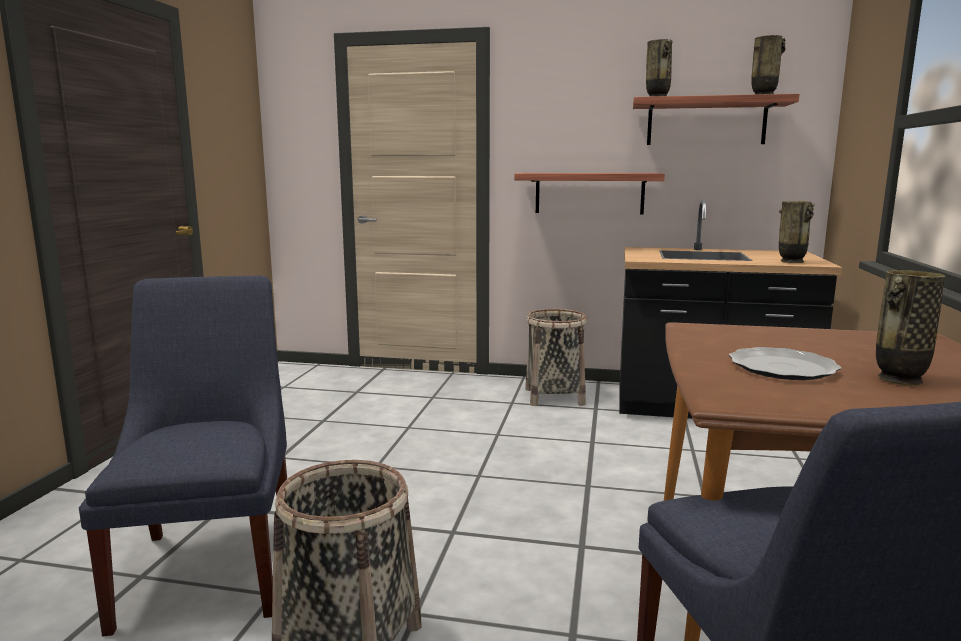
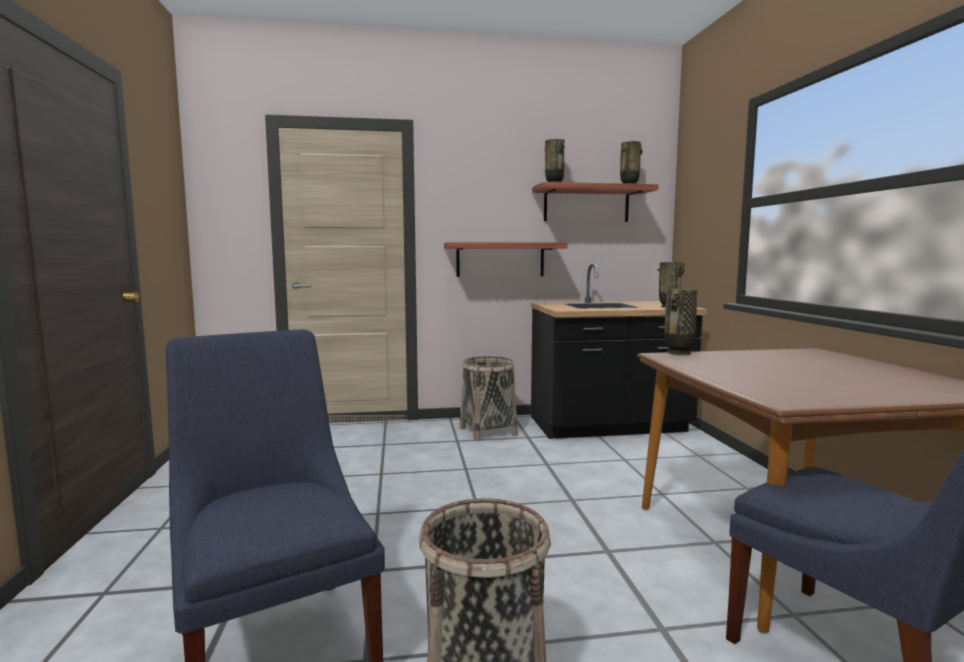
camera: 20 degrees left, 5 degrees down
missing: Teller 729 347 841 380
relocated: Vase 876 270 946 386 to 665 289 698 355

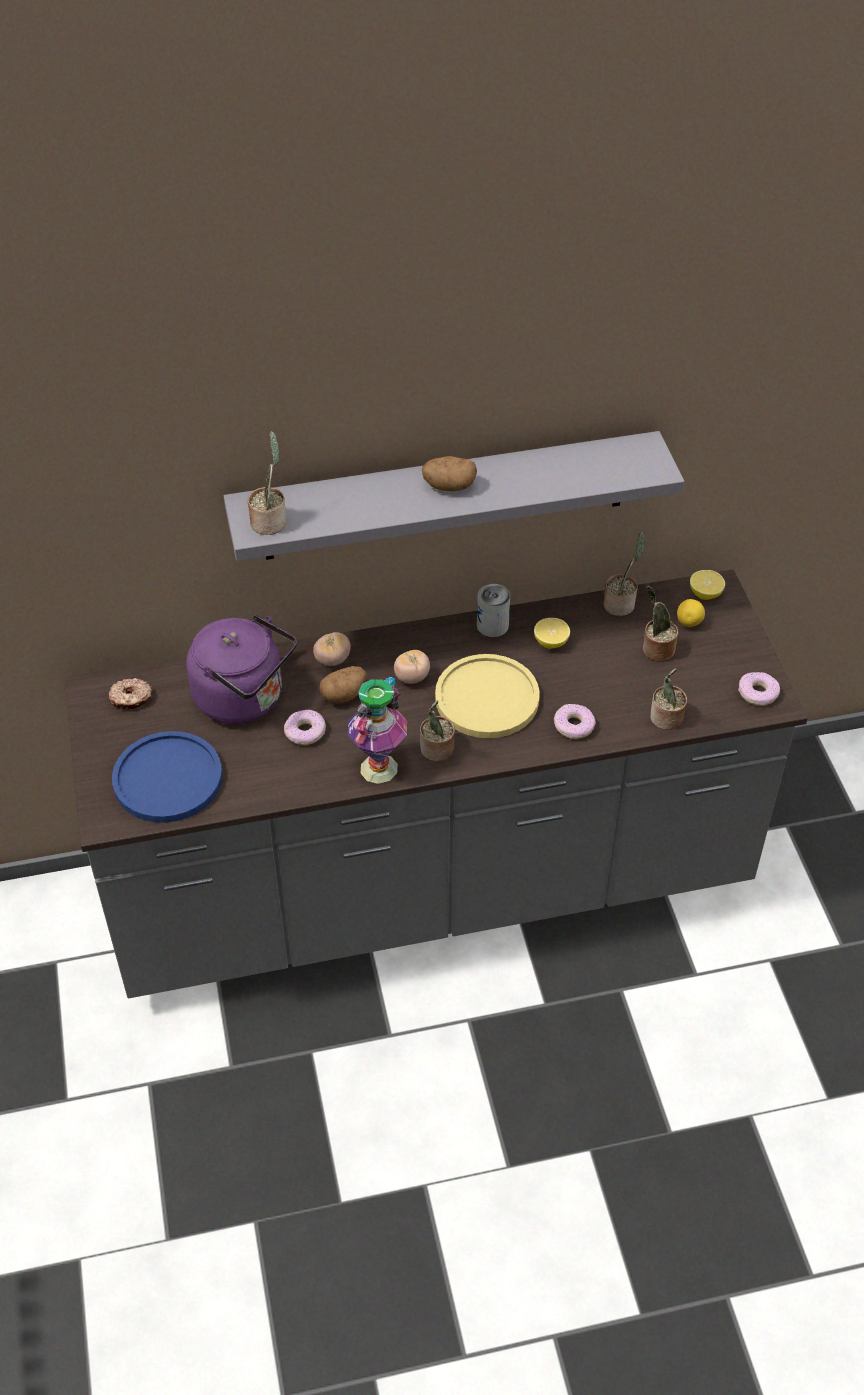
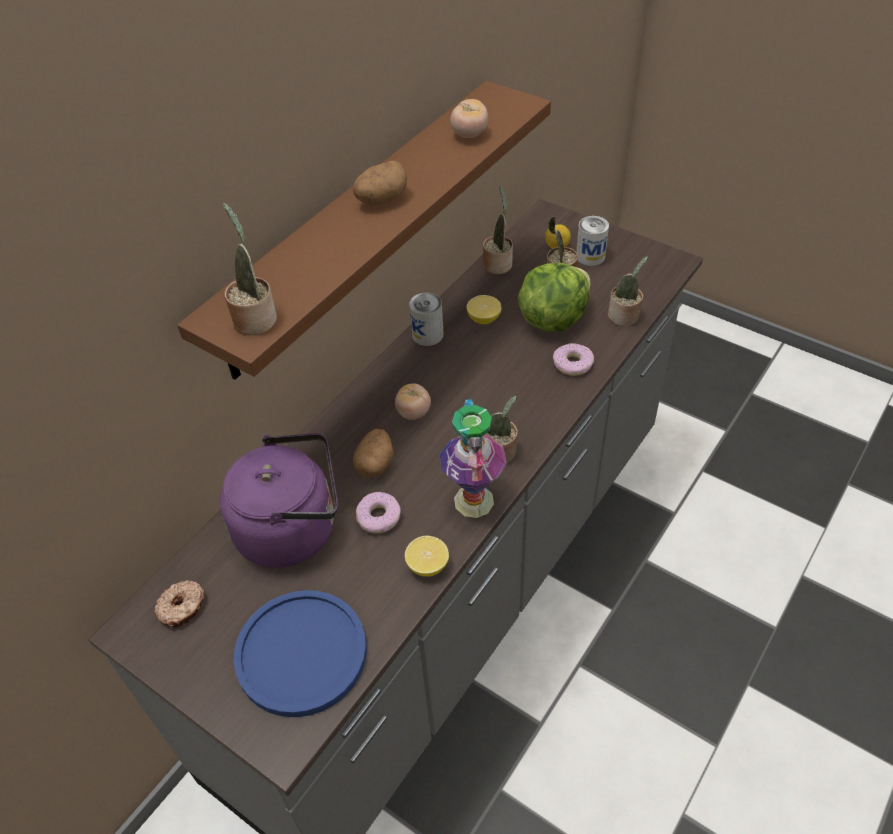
camera: 40 degrees left, 0 degrees up
missing: Teller (gelb) 435 654 540 738; Donut 738 672 780 706
appeared: Dose 576 216 609 266; Salatkopf 518 263 591 332
relocated: Zitrone 690 570 725 600 to 405 536 449 577; Tomate 313 632 351 666 to 450 99 488 138
colour: Wandregal (grau) 224 431 684 561 to Wandregal (braun) 177 81 551 380

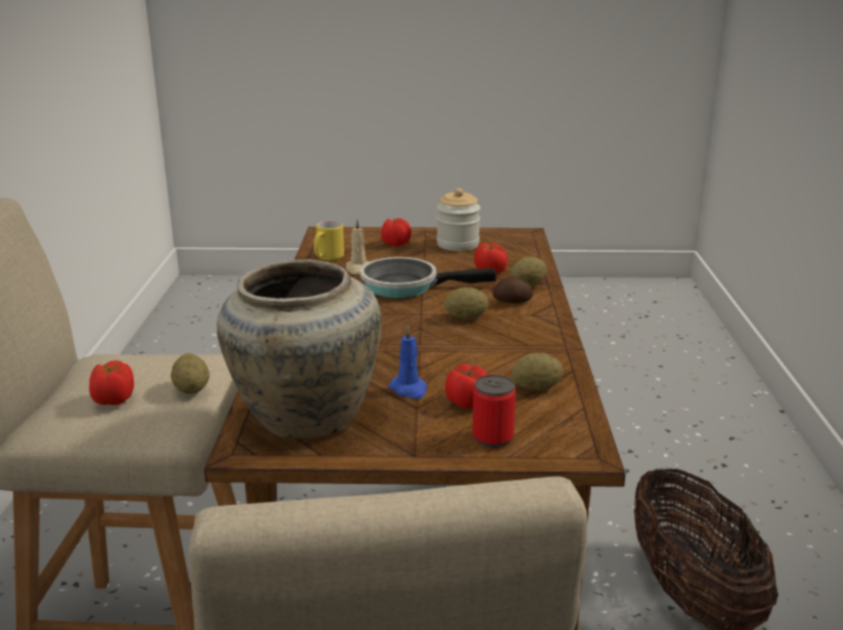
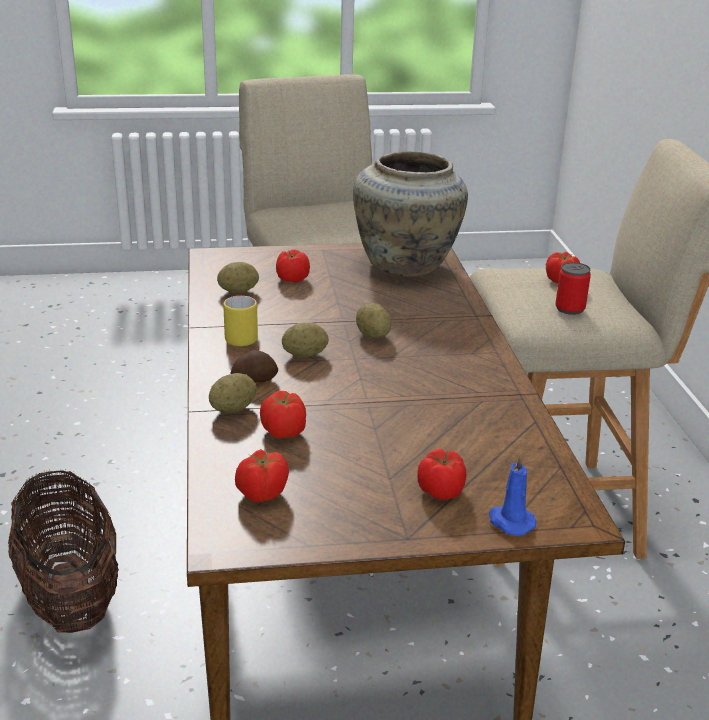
camera: 170 degrees right, 5 degrees up
missing: Vorratsglas 437 188 480 251; Kerze (beige) 346 218 368 275; Pfanne 360 257 496 298
appeared: Tomate 235 449 289 502
relocated: Henkelbecher (gelb) 314 221 344 261 to 223 296 258 346; Kerze (blau) 388 325 427 399 to 489 453 536 536; Kartoffel 171 353 210 394 to 356 303 391 338; Dose 472 375 516 448 to 556 262 591 315

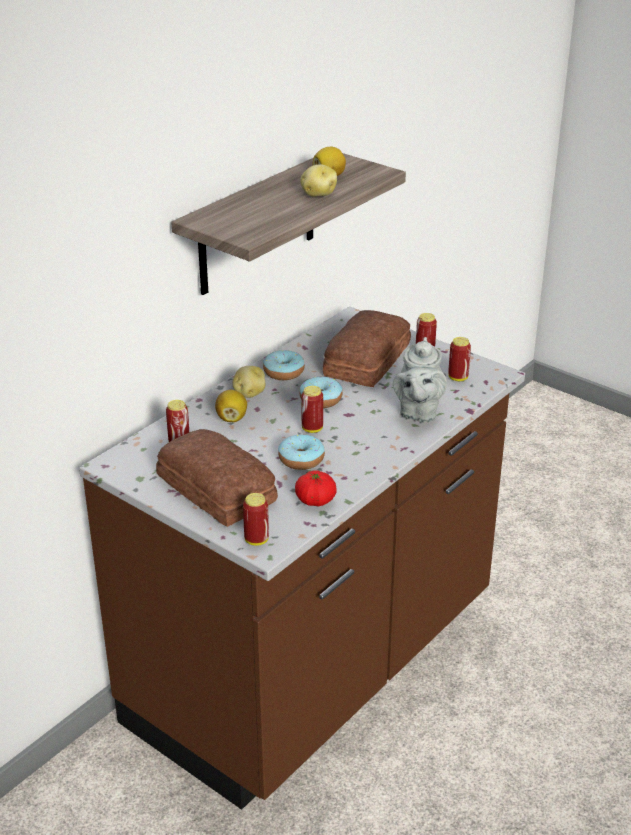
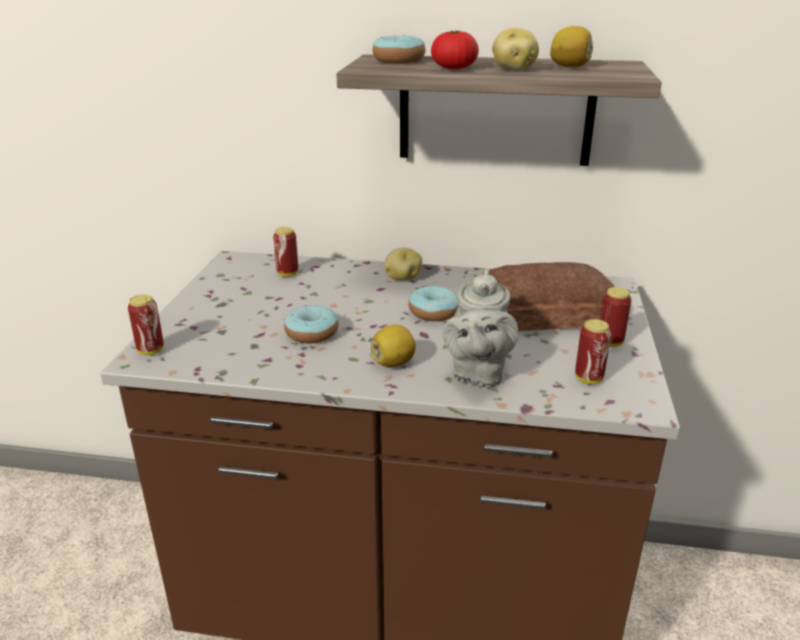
camera: 60 degrees right, 5 degrees down
missing: Dose 301 386 323 433; Brot 156 429 278 527
relocated: Donut 263 350 305 380 to 373 35 425 63; Zitrone 215 390 247 422 to 371 325 416 367; Tomate 295 470 337 507 to 431 30 479 69
spun: Teekanne (grau) 393 337 447 423 = 443 269 518 388 60 degrees counterclockwise

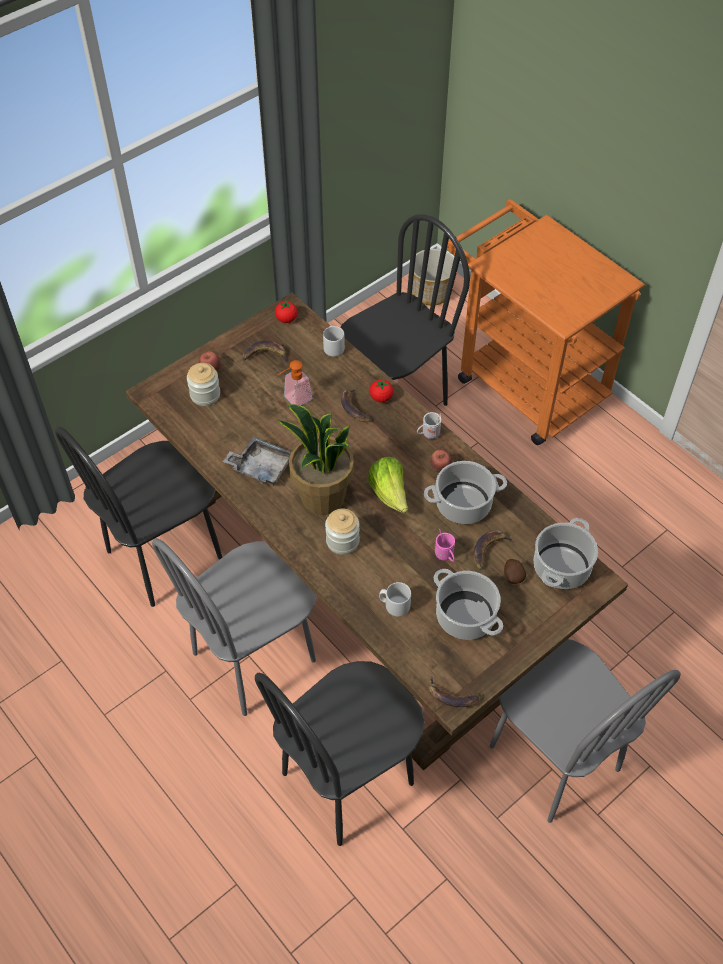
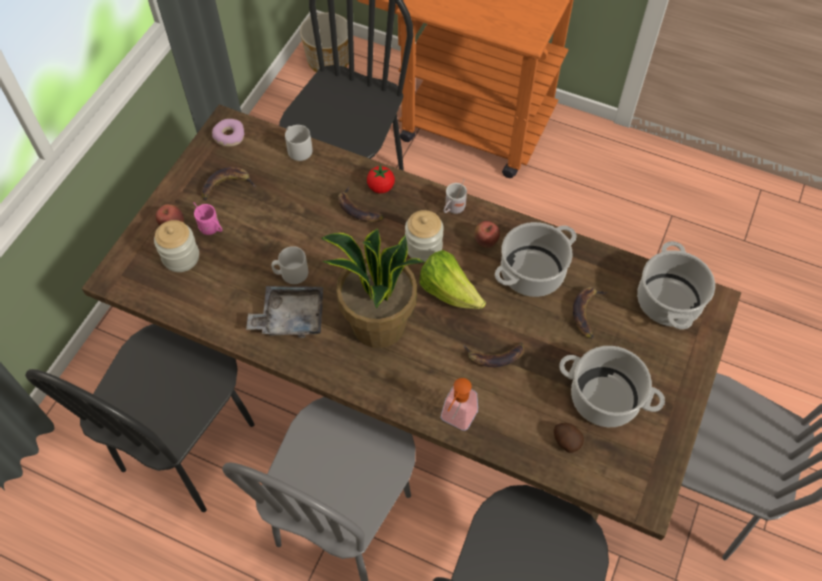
camera: 25 degrees left, 5 degrees up
relocated: Seifenspender 278 360 312 405 to 441 378 478 431; Vorratsglas 325 509 360 555 to 405 210 444 262; Henkelbecher (rosa) 435 529 455 562 to 193 202 222 235; Kartoffel 504 559 526 584 to 554 423 584 453; Henkelbecher (grau) 379 582 411 617 to 272 246 308 284; Banane 429 676 481 707 to 464 342 524 367
exchanged: Tomate 275 300 298 323 to Donut 212 119 245 147

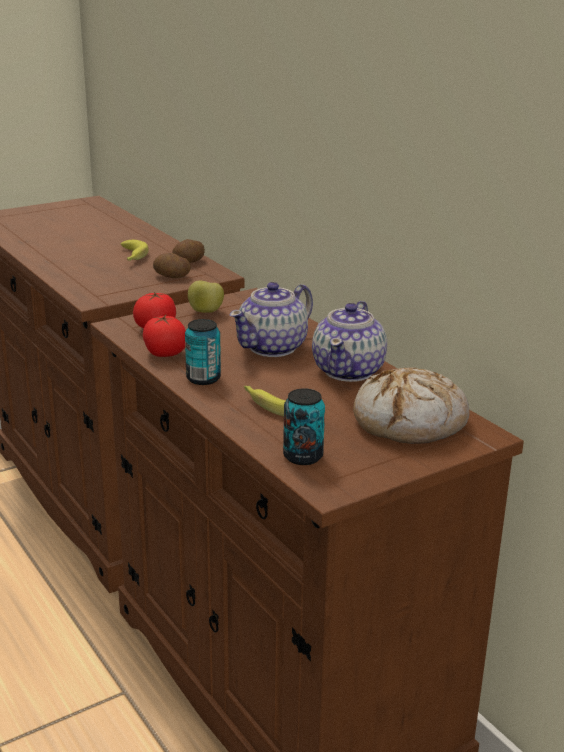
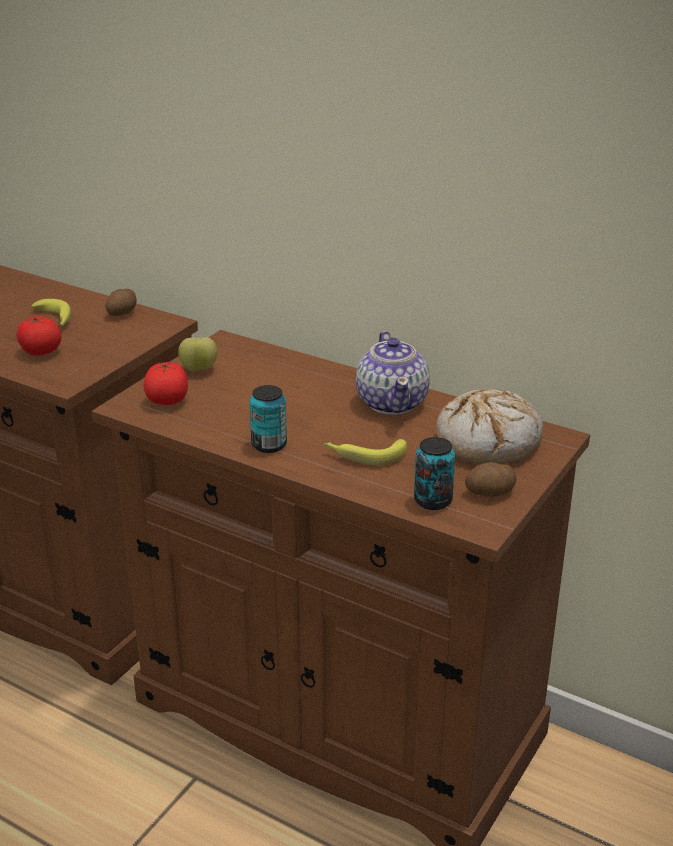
camera: 25 degrees left, 5 degrees up
missing: Teekanne 230 282 313 357
relocated: Kartoffel 153 253 191 278 to 465 462 517 497; Tomate 143 315 186 357 to 16 316 62 356

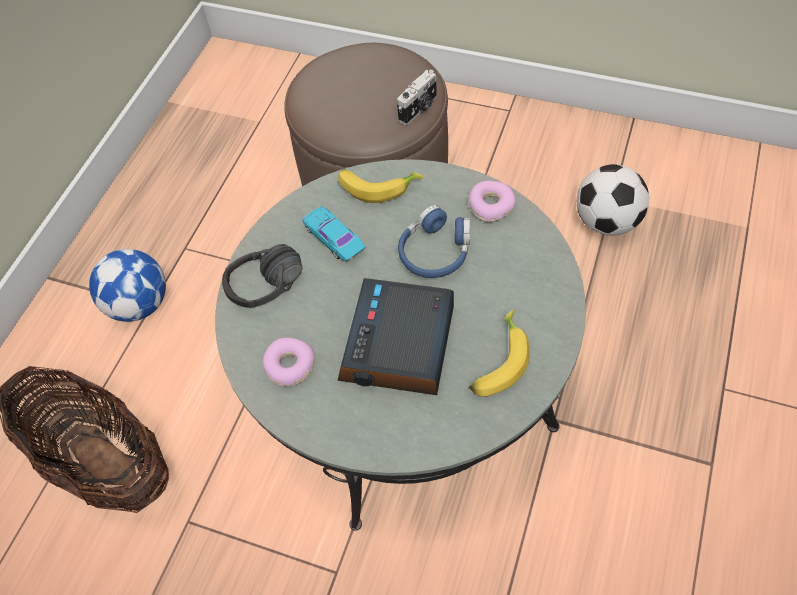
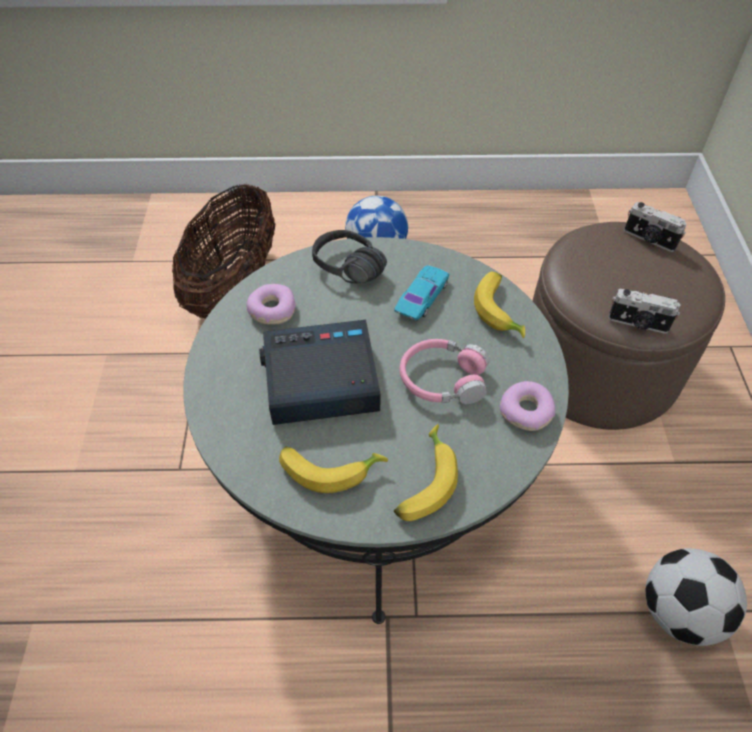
camera: 65 degrees right, 5 degrees down
appeared: Kamera 624 202 687 252; Banane 394 424 458 521
colour: Kopfhörer (blau) 398 205 470 278 to Kopfhörer (rosa) 400 339 490 404

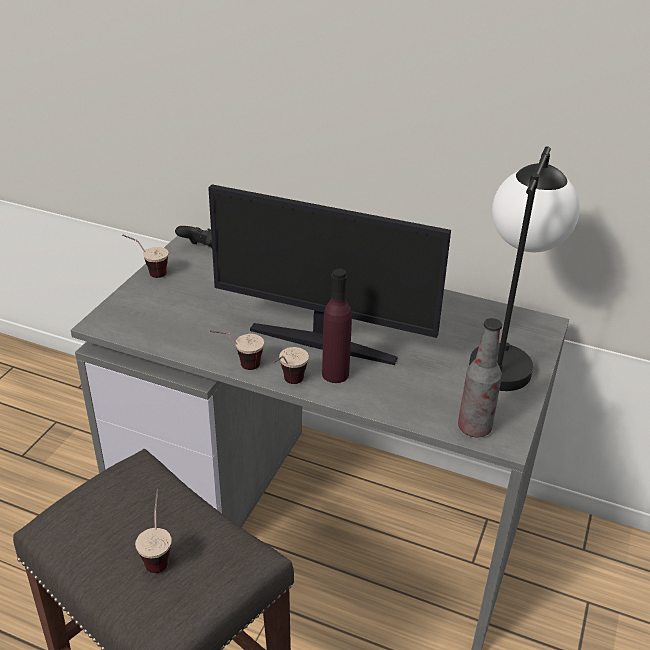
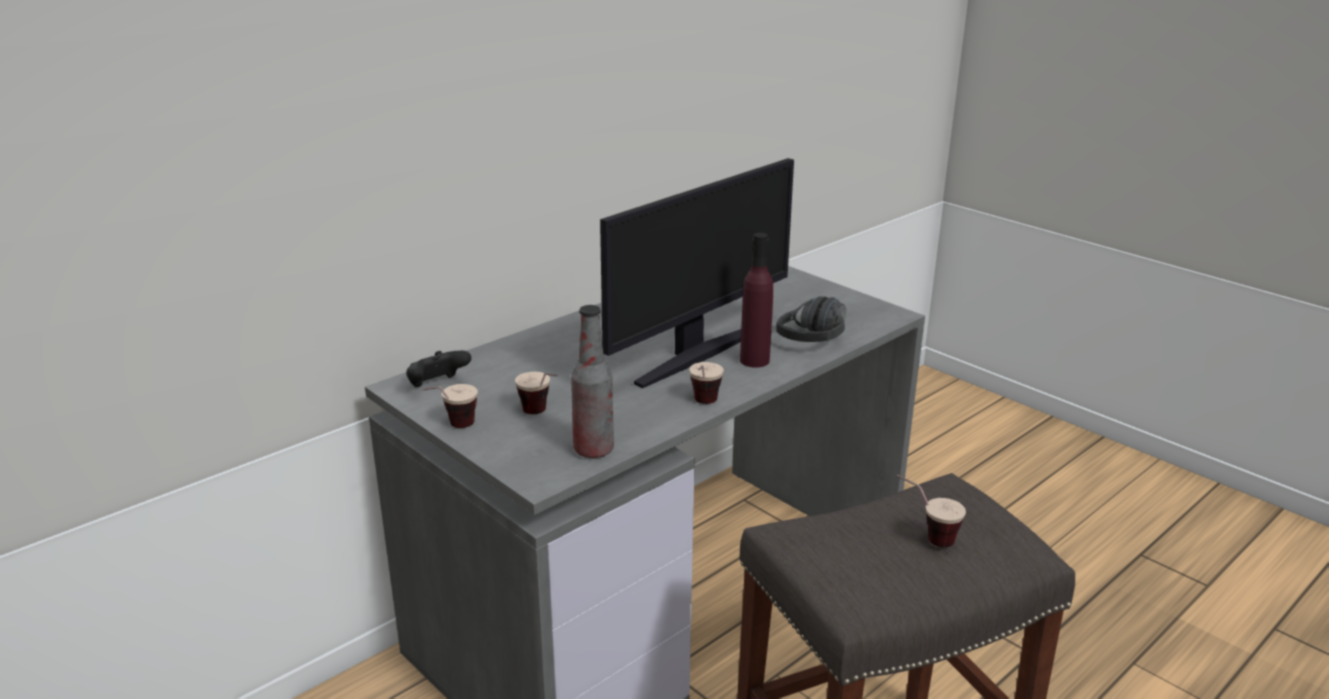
camera: 65 degrees left, 10 degrees down
missing: Tischlampe 469 146 580 391
appeared: Kopfhörer (schwarz) 776 296 846 342
relocated: Flasche 458 318 502 437 to 571 305 614 458; Tasse 273 347 309 384 to 515 372 558 414

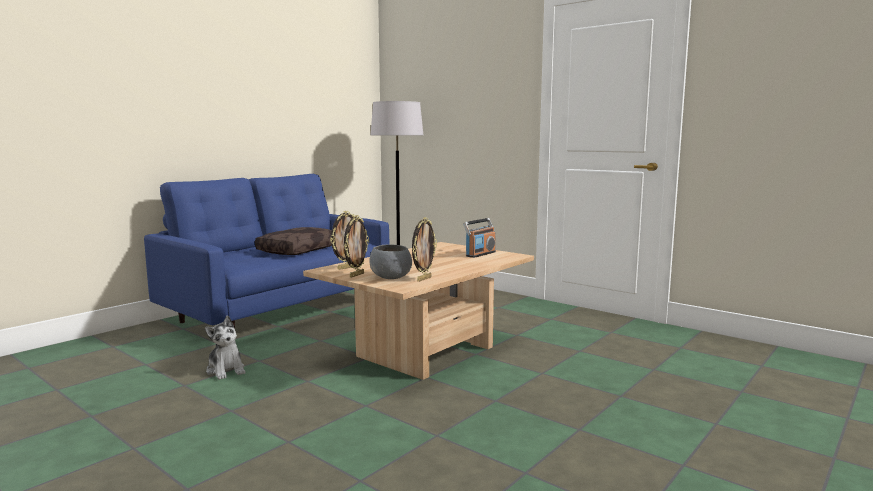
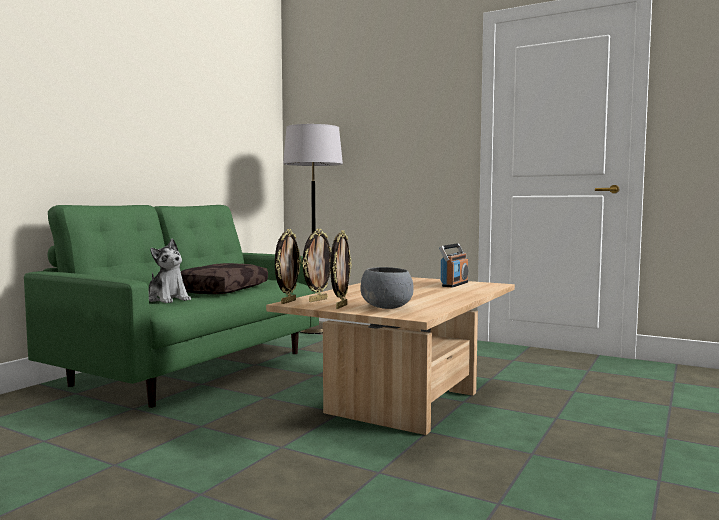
camera: 10 degrees left, 5 degrees down
relocated: Bilderrahmen 412 217 437 282 to 275 229 302 304; Plüschtier 205 315 245 380 to 149 238 191 303
colour: Sofa (blau) 144 174 389 328 to Sofa (grün) 24 205 319 408

